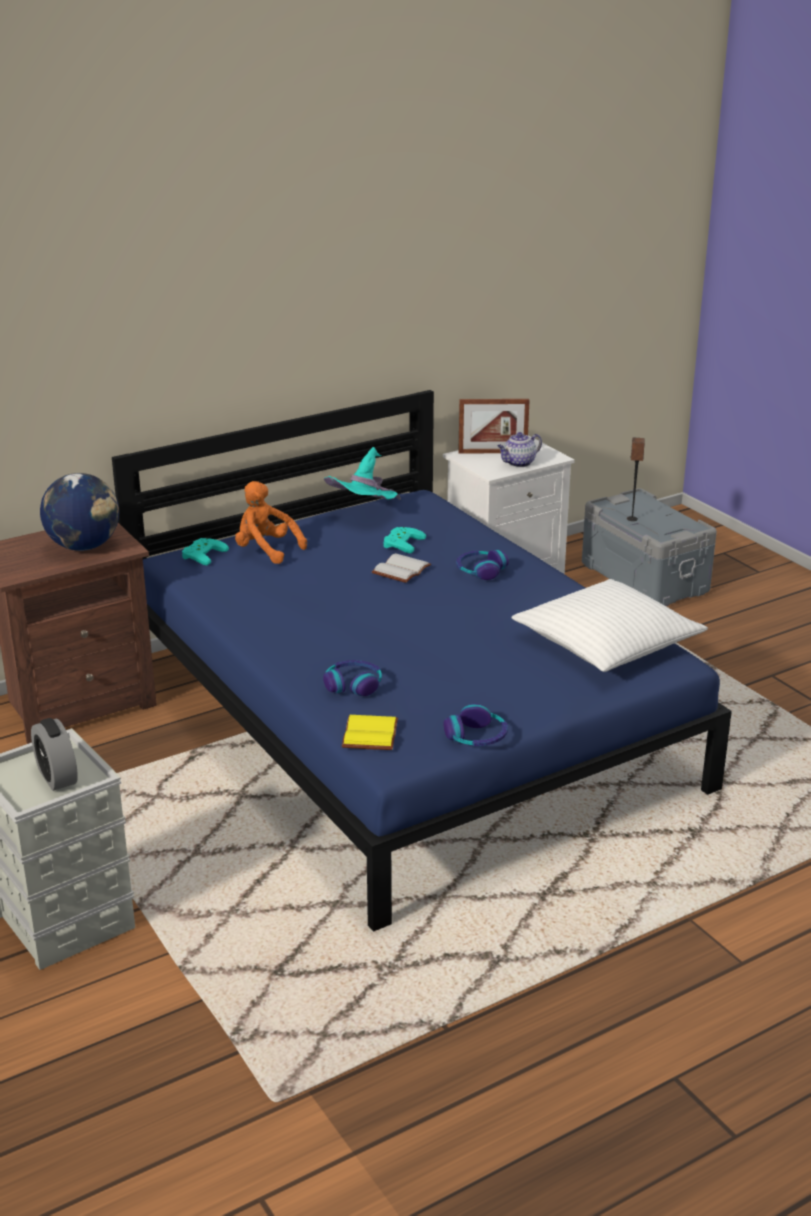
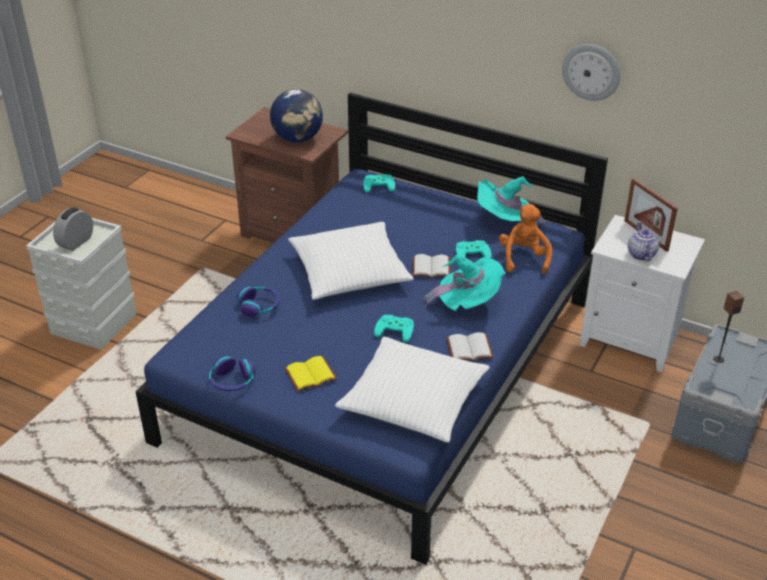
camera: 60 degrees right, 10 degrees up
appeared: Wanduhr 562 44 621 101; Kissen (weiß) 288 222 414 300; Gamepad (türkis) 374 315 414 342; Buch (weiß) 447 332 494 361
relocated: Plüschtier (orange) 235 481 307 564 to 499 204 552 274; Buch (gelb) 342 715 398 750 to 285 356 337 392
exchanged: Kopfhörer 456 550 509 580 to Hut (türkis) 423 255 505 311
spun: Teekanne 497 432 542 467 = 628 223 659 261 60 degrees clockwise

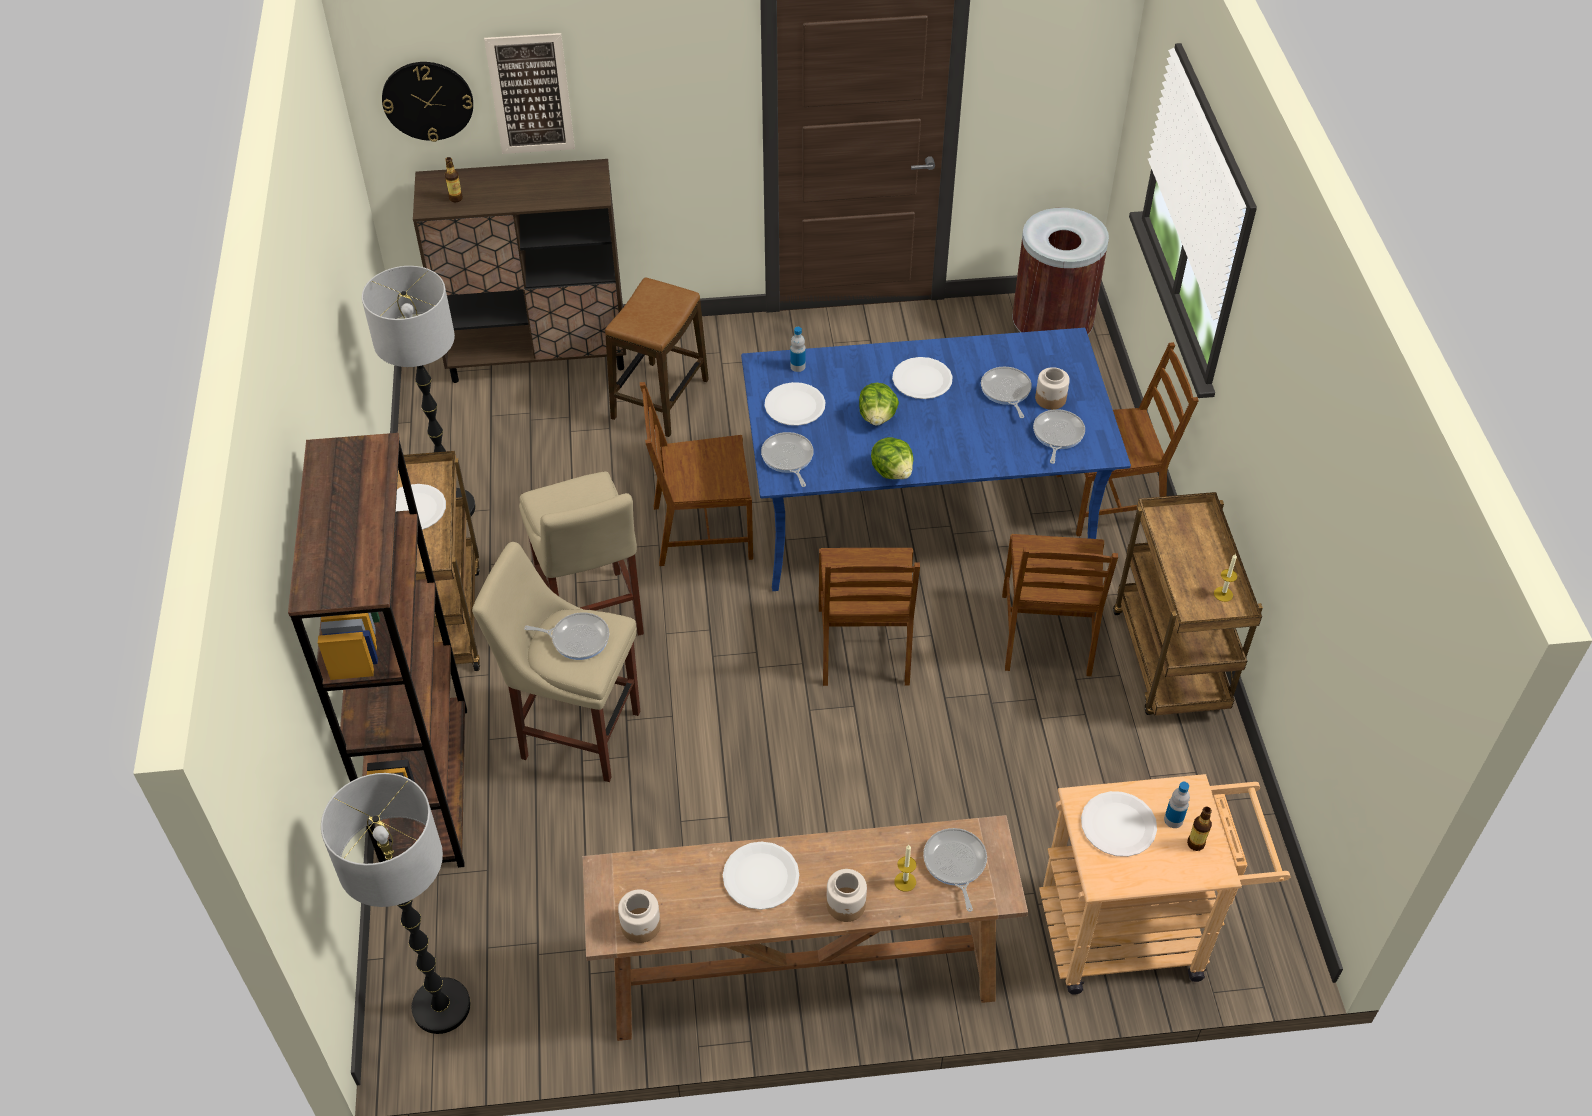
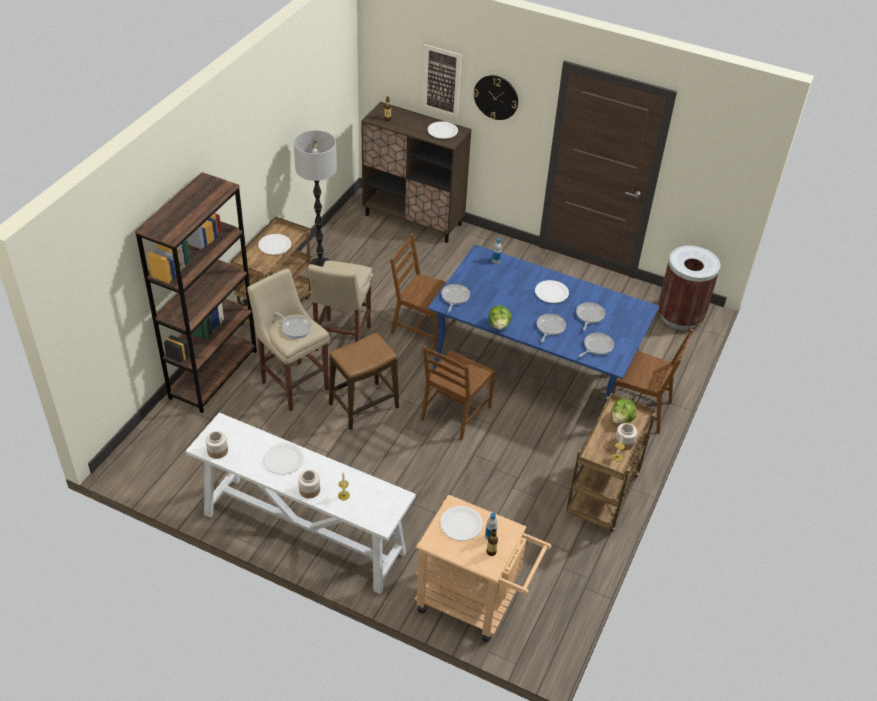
camera: 30 degrees right, 5 degrees down
missing: Stuhl (braun) 1002 534 1118 676; Stehlampe 321 773 471 1034
relocated: Wanduhr 382 62 473 142 to 473 75 518 120; Hocker 605 277 709 437 to 329 333 399 430; Vorratsglas 1035 367 1070 410 to 615 423 637 450; Teller (weiß) 764 382 825 426 to 428 121 458 139; Salatkopf 859 383 899 426 to 611 399 636 424; Pfanne 923 828 987 912 to 537 314 566 342
colour: Konsolentisch (braun) 583 815 1028 1041 to Konsolentisch (weiß) 186 412 416 594

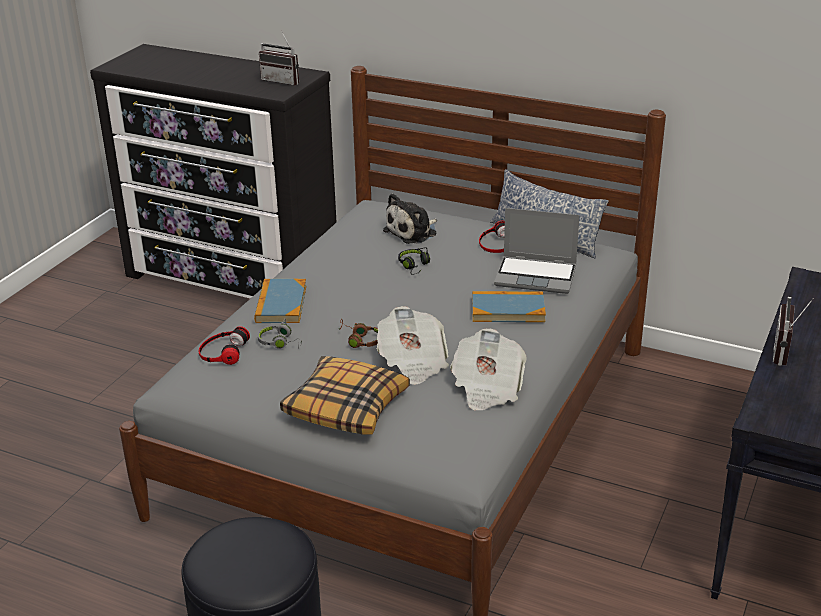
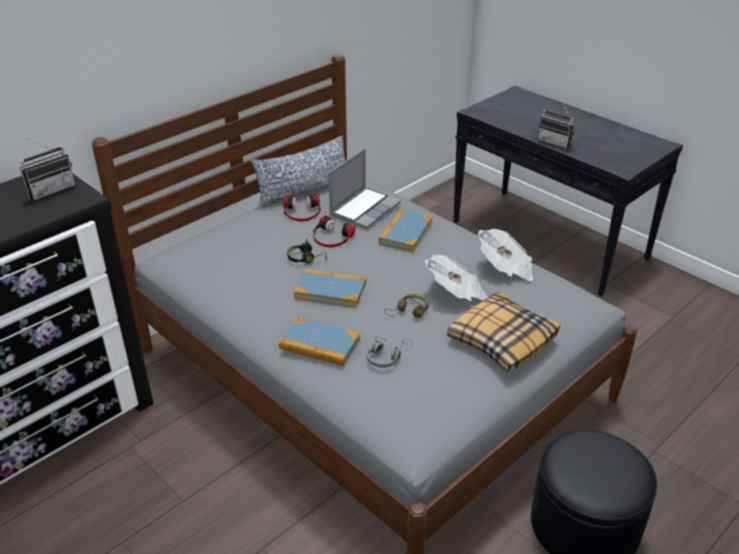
camera: 70 degrees left, 5 degrees up
missing: Plüschtier 383 193 437 244
appeared: Buch 294 269 366 308
relocated: Kopfhörer 199 326 250 365 to 313 215 355 247

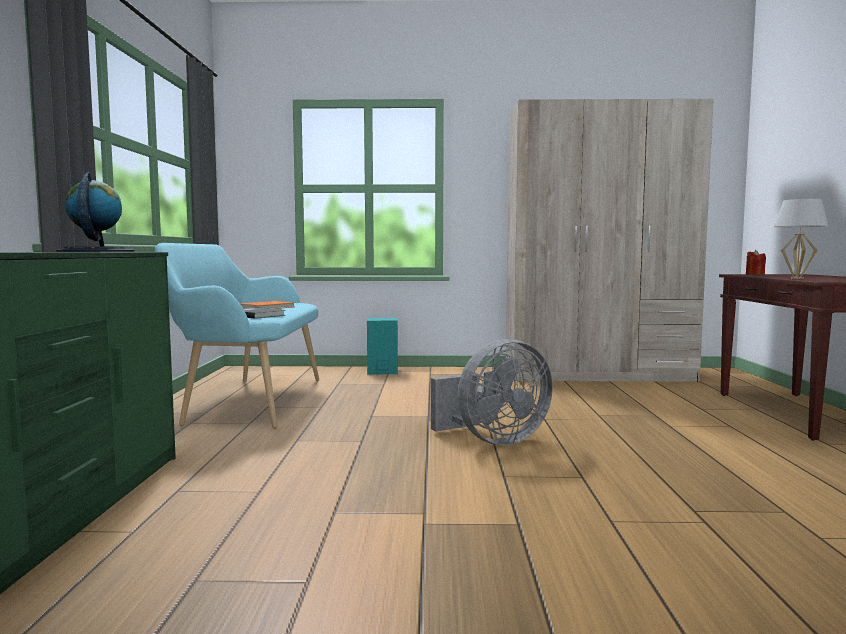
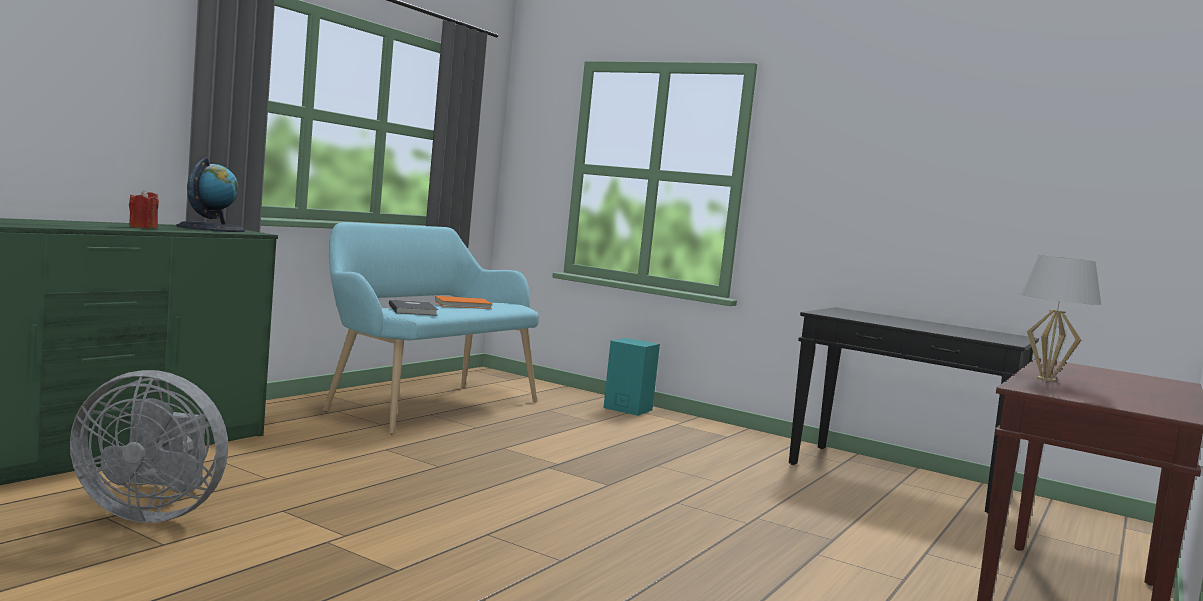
camera: 30 degrees right, 0 degrees up
relocated: Kerze (rot) 746 250 766 275 to 129 189 159 228; Ventilator (grau) 431 339 553 445 to 70 370 228 523
exchanged: Kleiderschrank (beige) 506 99 714 382 to Konsolentisch (schwarz) 789 307 1039 514

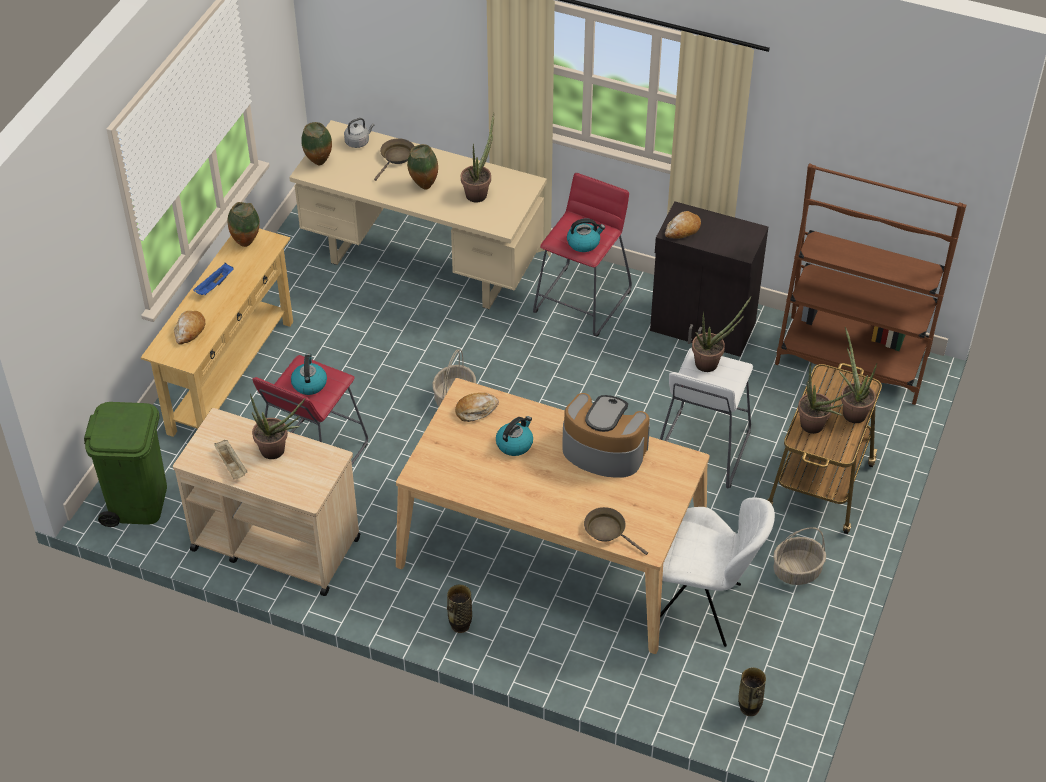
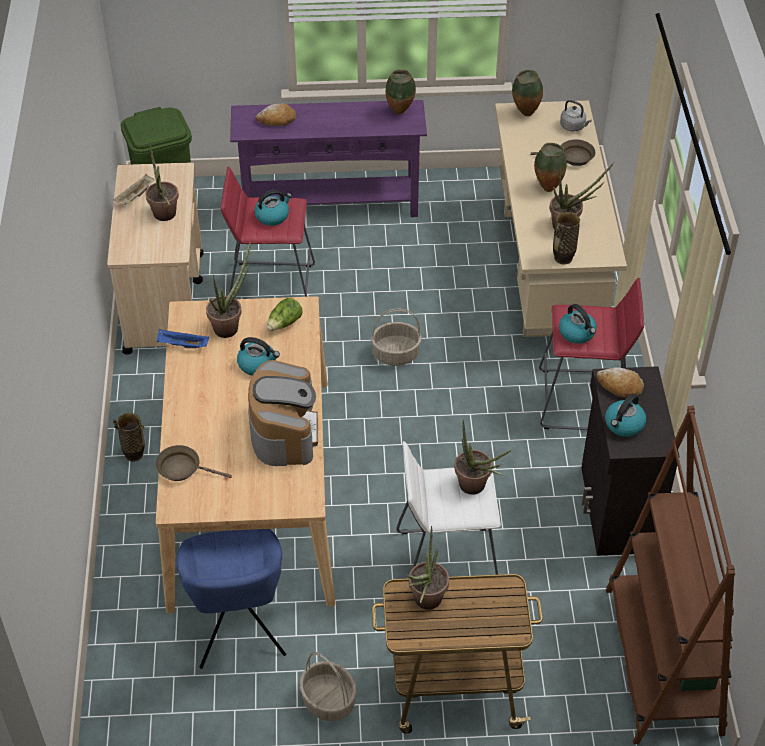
camera: 65 degrees right, 0 degrees up
appeared: Wasserkessel 605 394 646 437
relocated: Tablett (blau) 193 263 234 295 to 157 329 209 348; Topfpflanze 839 327 877 423 to 206 241 251 338; Vase 738 667 766 716 to 553 212 580 265
exchanged: Brot 455 393 499 422 to Salatkopf 267 298 302 331
colour: Konsolentisch (beige) 141 228 293 437 to Konsolentisch (lila) 230 100 427 217; Stuhl (weiß) 660 498 775 647 to Stuhl (blau) 176 529 286 669
spun: Pfanne (braun) 584 507 648 555 = 155 445 232 481 90 degrees counterclockwise

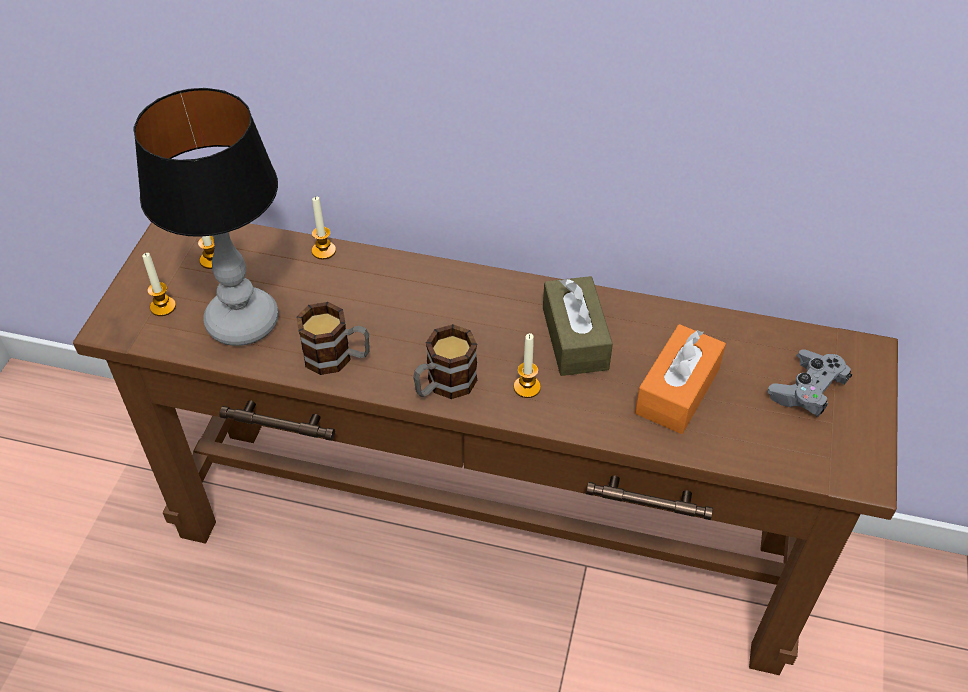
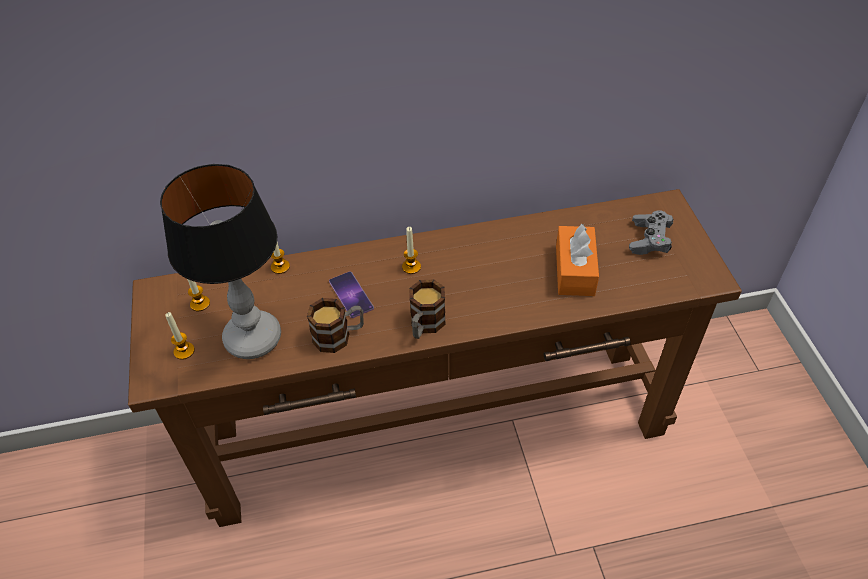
camera: 25 degrees left, 0 degrees up
missing: Taschentuchbox (braun) 543 276 613 376
appeared: Handy 329 271 374 318
relocated: Kerze 514 333 541 398 to 402 227 421 274

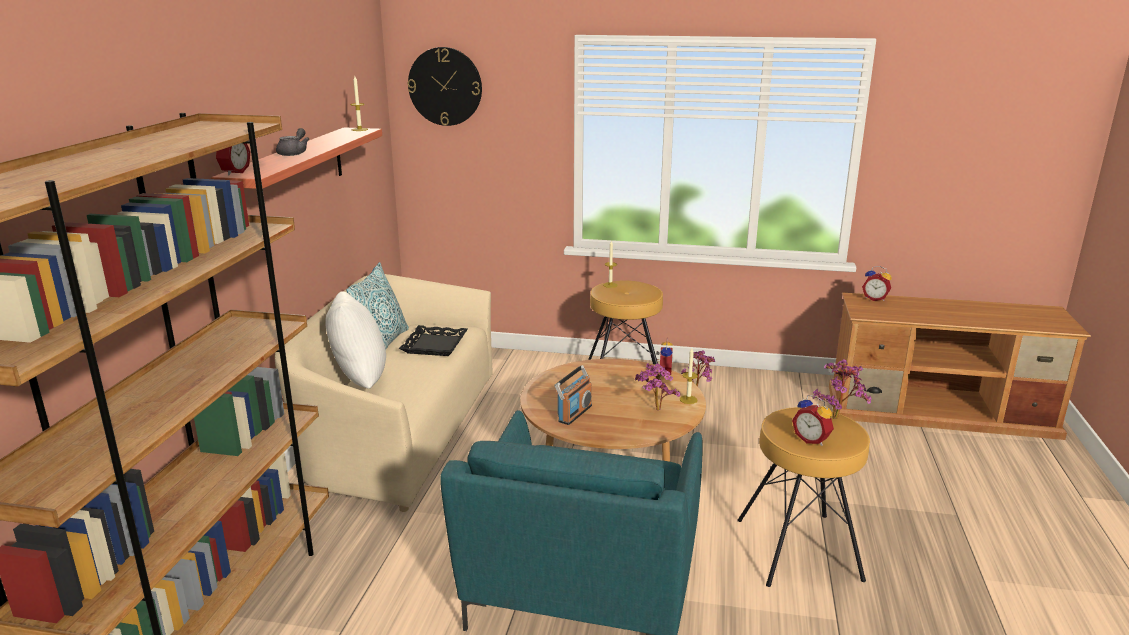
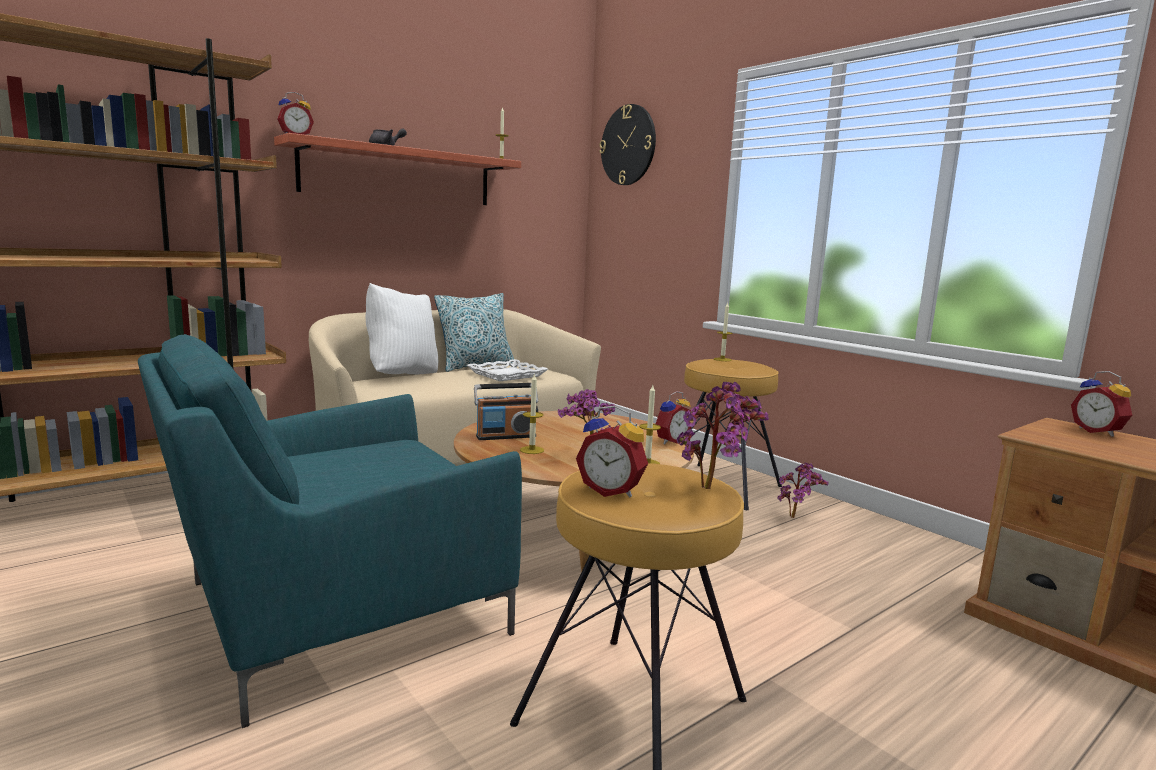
camera: 40 degrees right, 10 degrees down
appeared: Kerze 520 374 544 454
colour: Tablett (schwarz) 399 325 468 356 to Tablett (weiß) 467 359 548 381
spun: Wecker 792 395 834 446 = 576 405 648 497 60 degrees counterclockwise

